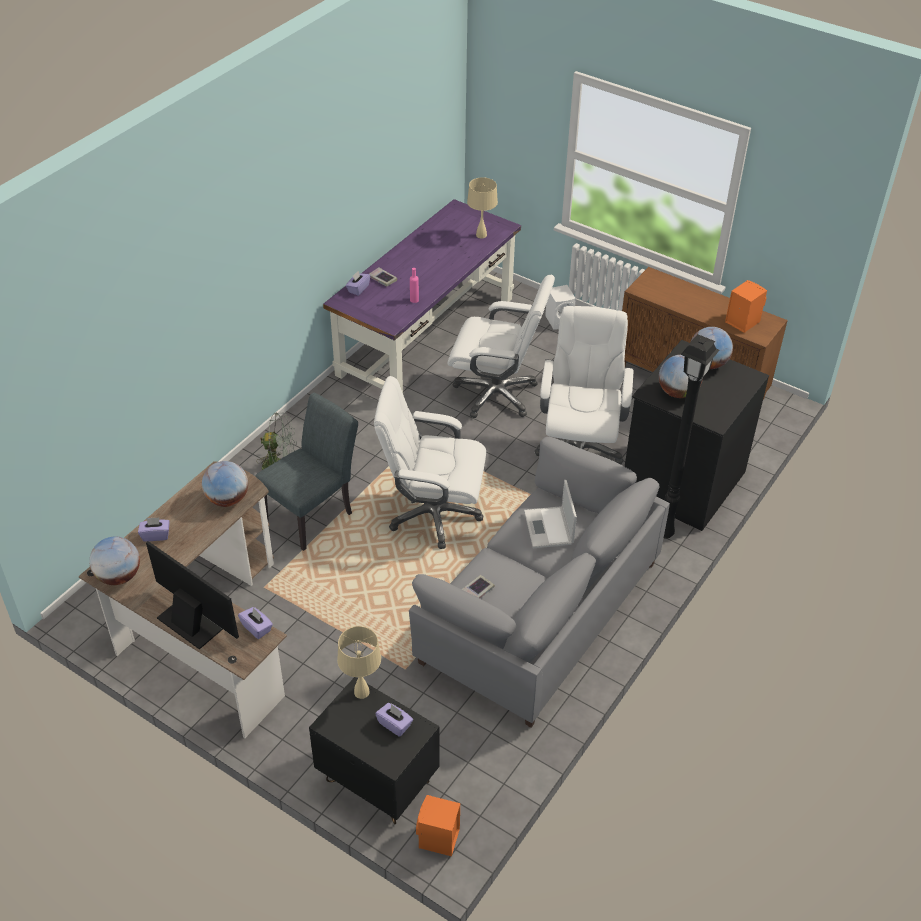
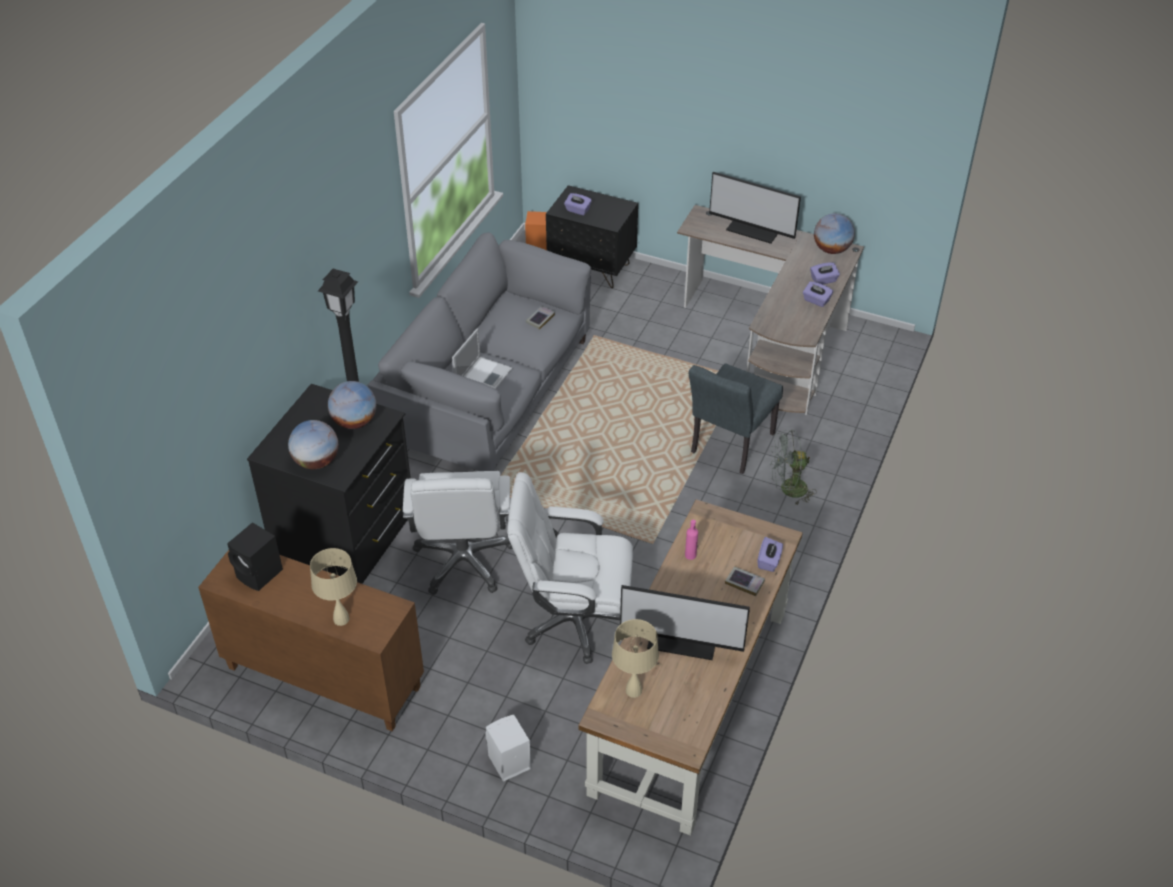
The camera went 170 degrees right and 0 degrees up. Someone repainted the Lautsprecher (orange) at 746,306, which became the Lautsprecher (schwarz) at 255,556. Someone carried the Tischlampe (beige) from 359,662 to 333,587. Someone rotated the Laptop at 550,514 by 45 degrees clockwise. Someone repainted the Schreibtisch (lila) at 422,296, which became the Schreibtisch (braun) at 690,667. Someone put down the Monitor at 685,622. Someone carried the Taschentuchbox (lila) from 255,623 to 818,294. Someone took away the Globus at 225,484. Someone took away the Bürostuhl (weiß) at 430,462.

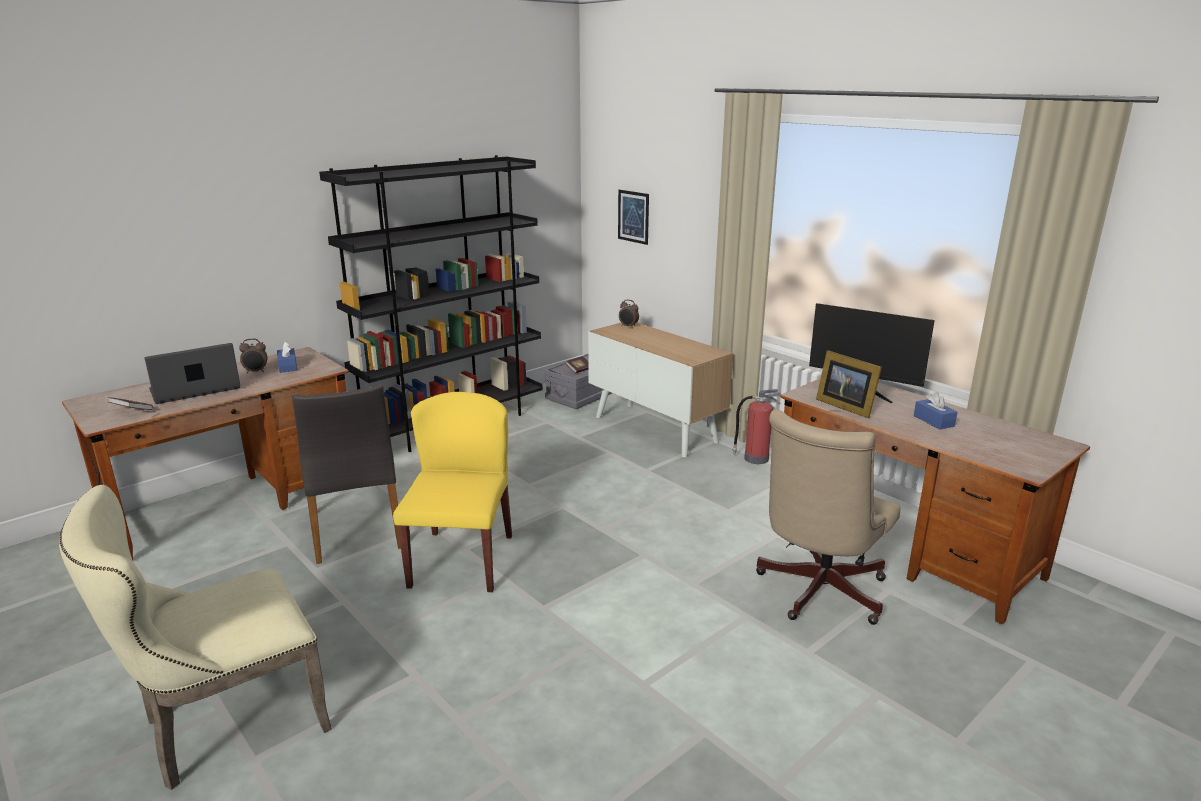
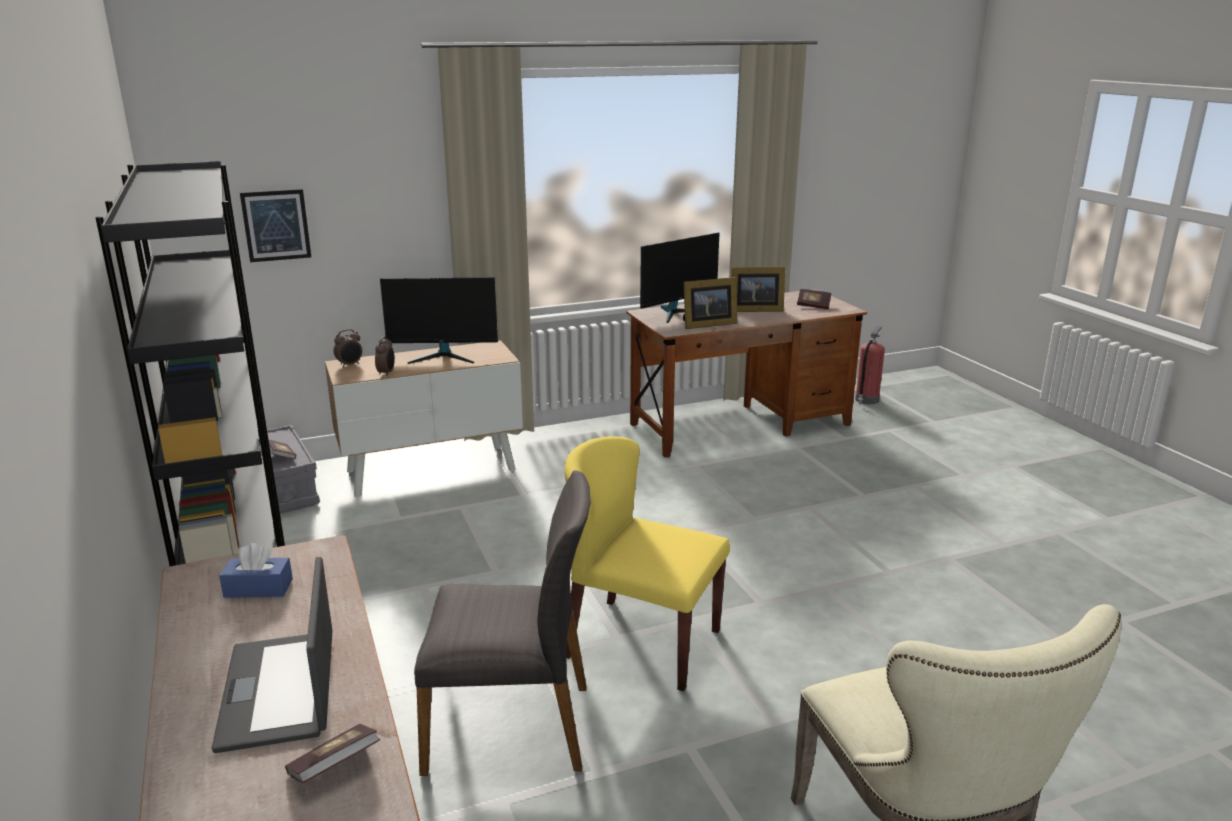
The camera went 70 degrees left and 0 degrees up. Someone carried the Wecker from 253,356 to 385,356. Someone put down the Monitor at 439,321. Someone swapped the Taschentuchbox (blau) at 936,411 for the Bilderrahmen at 758,289. Someone put down the Buch at 814,299. Someone carried the Feuerlöscher from 755,426 to 870,365. Someone took away the Bürostuhl (beige) at 828,517.

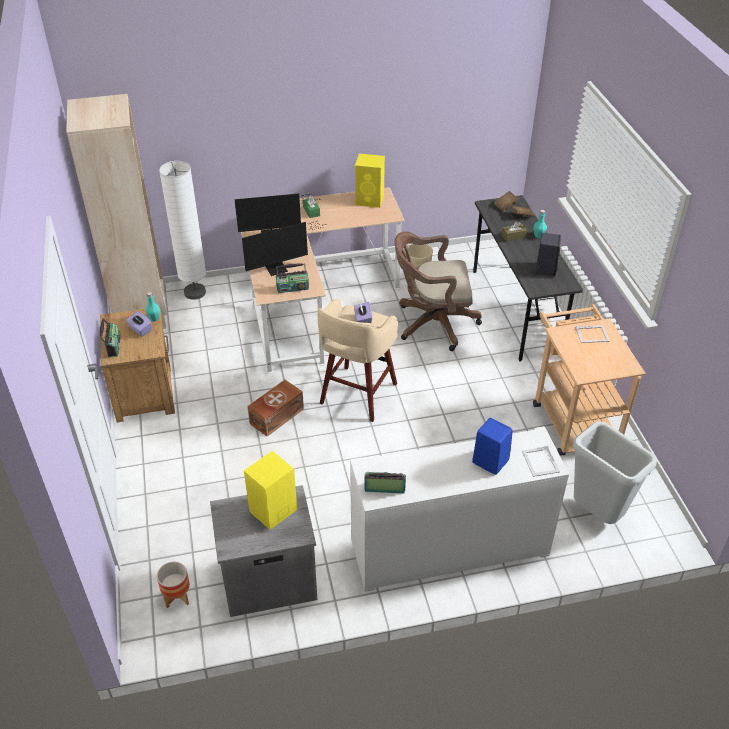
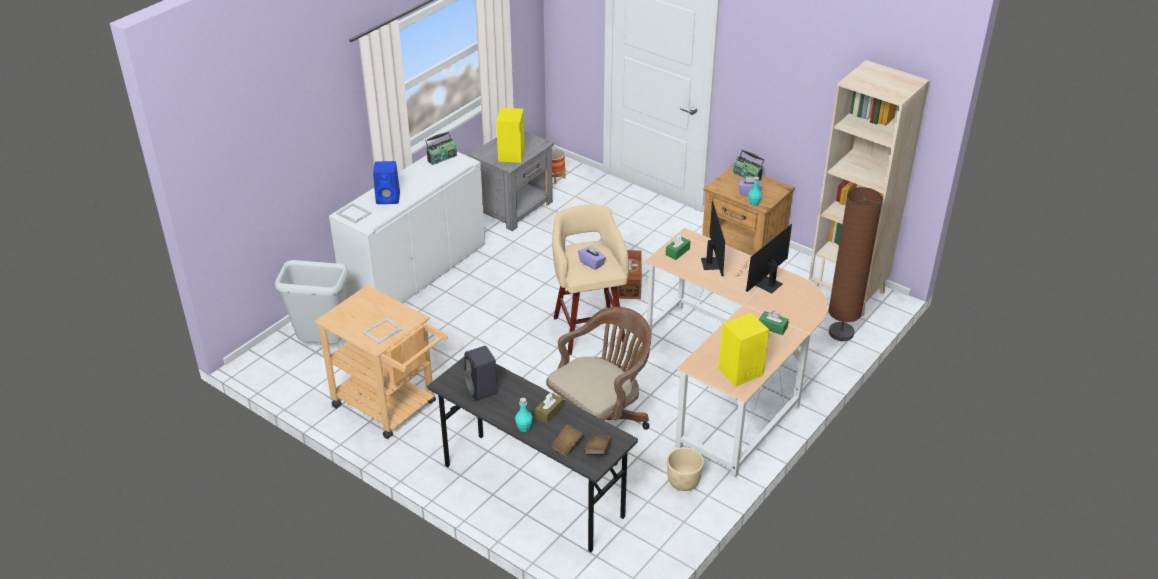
The camera went 140 degrees right and 5 degrees down. Someone swapped the Radio at 292,278 for the Taschentuchbox (grün) at 678,247. Someone rotated the Monitor at 282,248 by 150 degrees clockwise. Someone repainted the Stehlampe (weiß) at 182,230, which became the Stehlampe (braun) at 855,264.

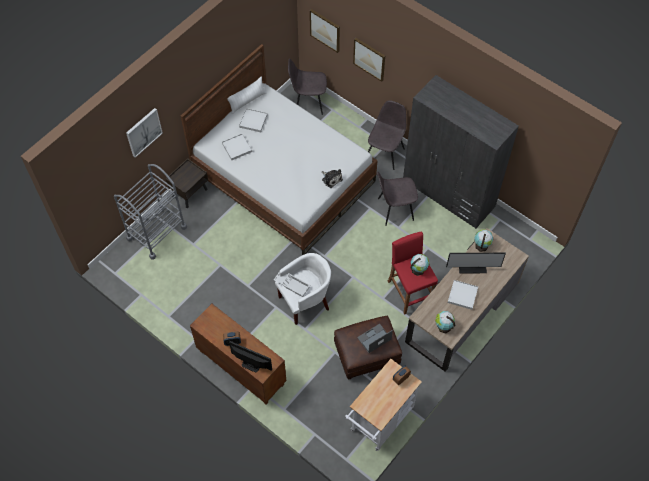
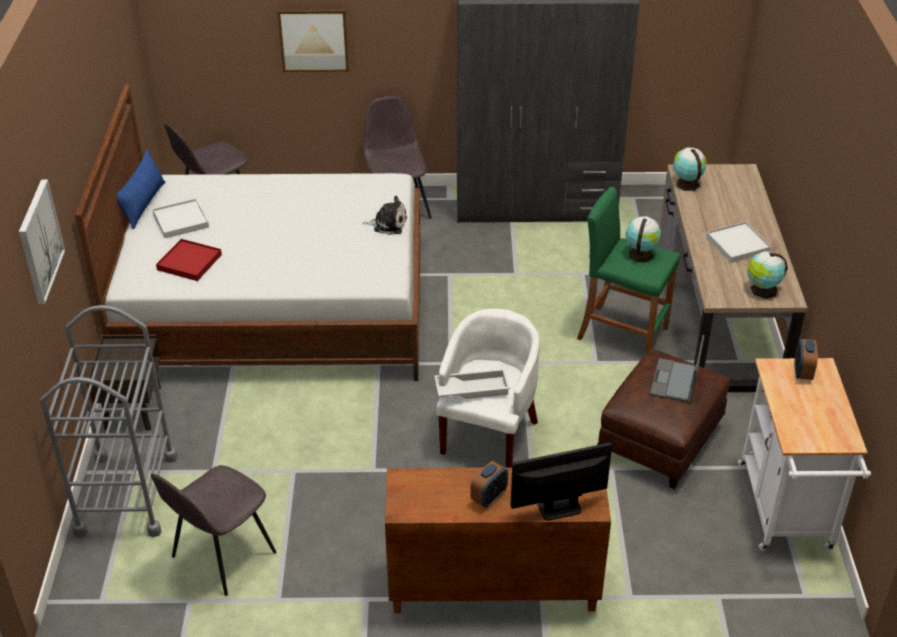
The camera went 40 degrees left and 20 degrees down. Someone repainted the Kissen (weiß) at 246,95, which became the Kissen (blau) at 141,189. Someone carried the Stuhl (grau) from 397,198 to 213,530. Someone repainted the Tablett (weiß) at 237,146, which became the Tablett (rot) at 189,260. Someone repainted the Hocker (rot) at 413,273, which became the Hocker (grün) at 628,271. Someone took away the Bild at 325,31. Someone took away the Monitor at 476,263.

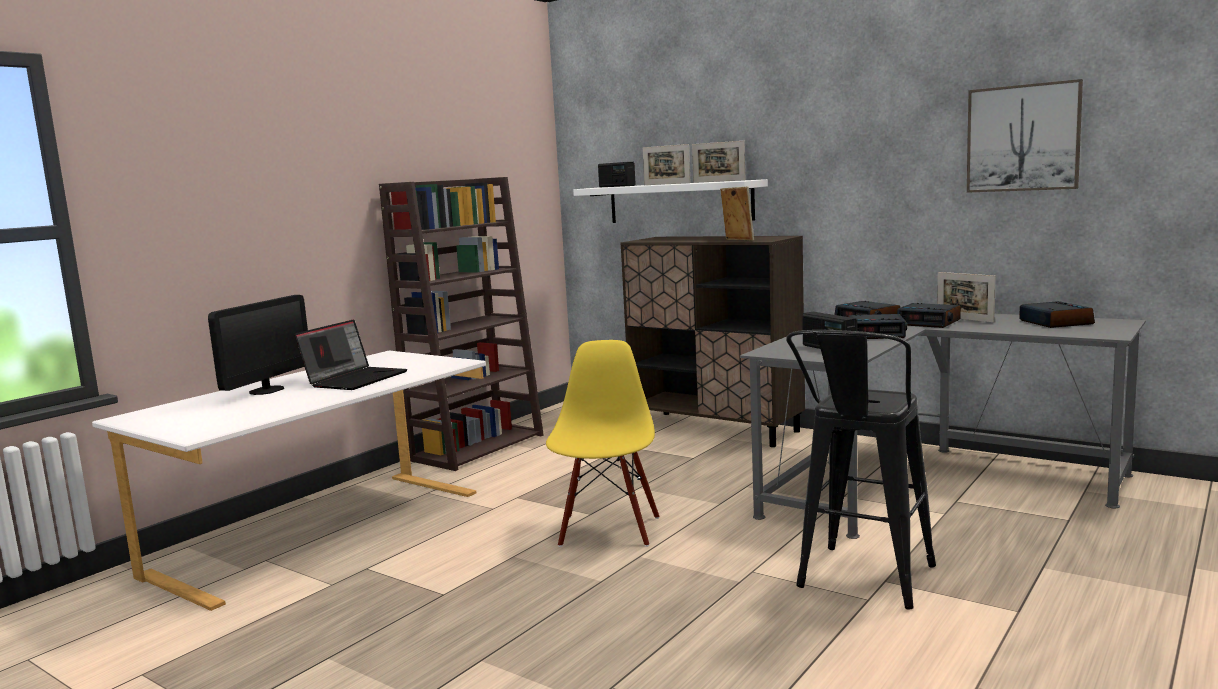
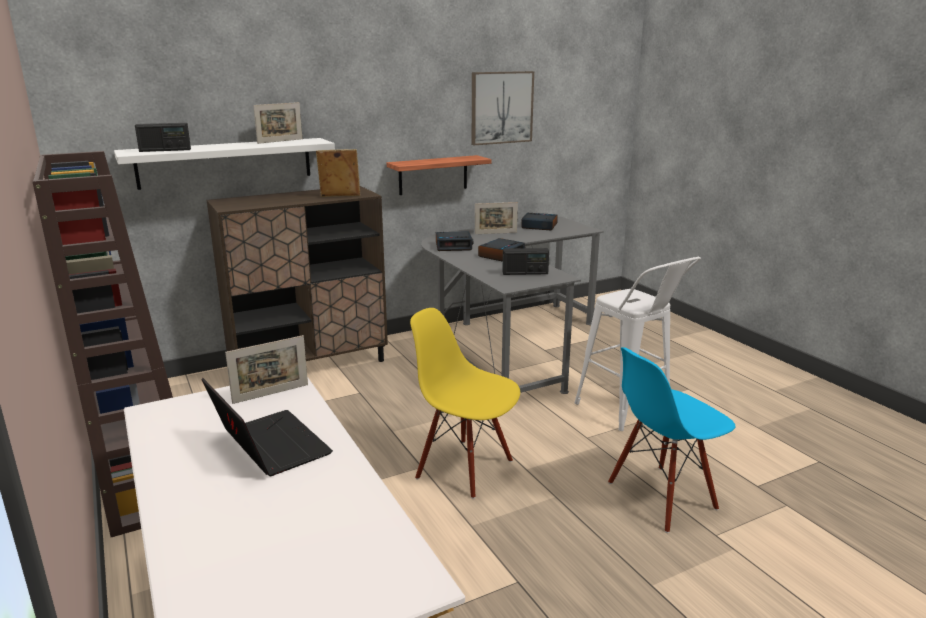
The camera went 65 degrees left and 10 degrees up. Someone carried the Bilderrahmen from 667,164 to 266,369. Someone put up the Wandregal at 439,175. Someone repainted the Hocker (schwarz) at 861,469, which became the Hocker (weiß) at 638,344. Someone put down the Stuhl (blau) at 671,440. Someone took away the Monitor at 258,345. Someone took away the Wecker at 929,315.

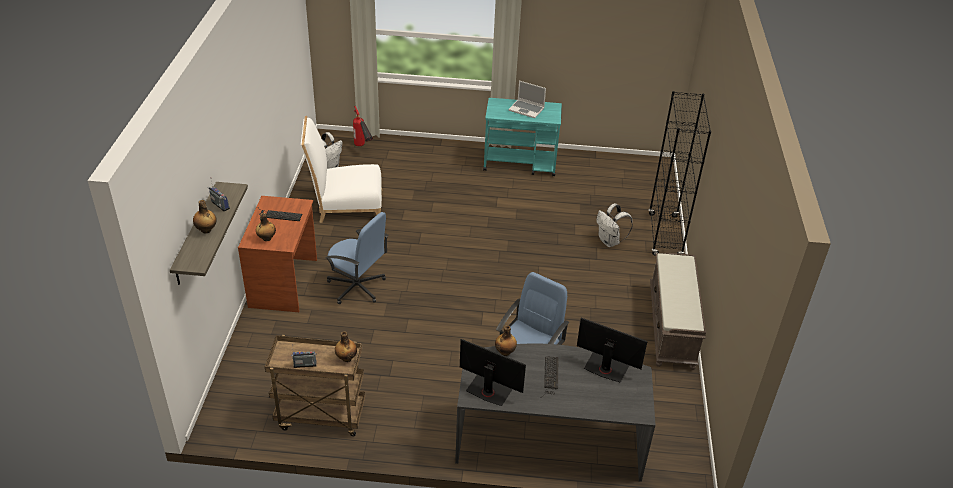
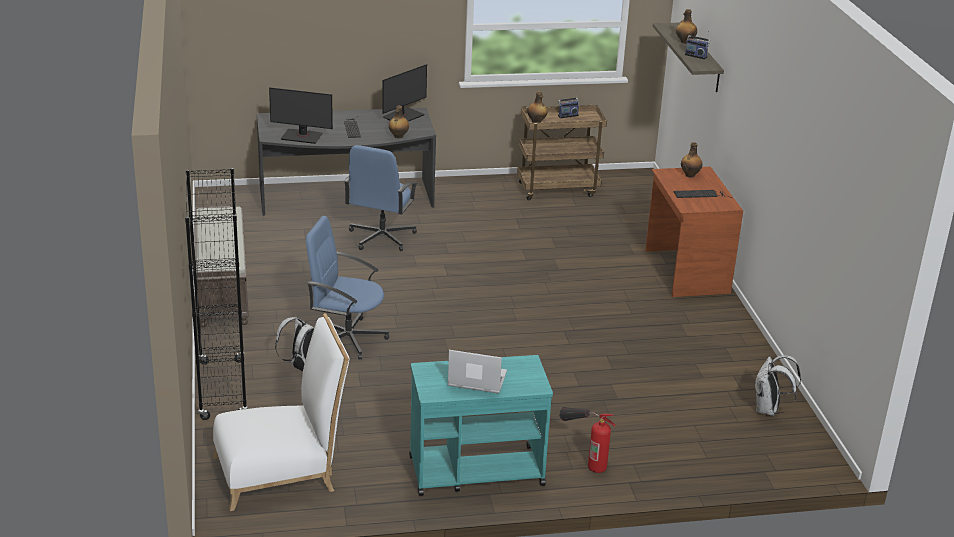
The camera went 165 degrees right and 10 degrees down. Someone carried the Stuhl (weiß) from 341,169 to 281,412. Someone carried the Bürostuhl (blau) from 357,258 to 347,287. Someone rotated the Monitor at 493,372 by 60 degrees counterclockwise. Someone carried the Feuerlöscher from 363,126 to 587,440.

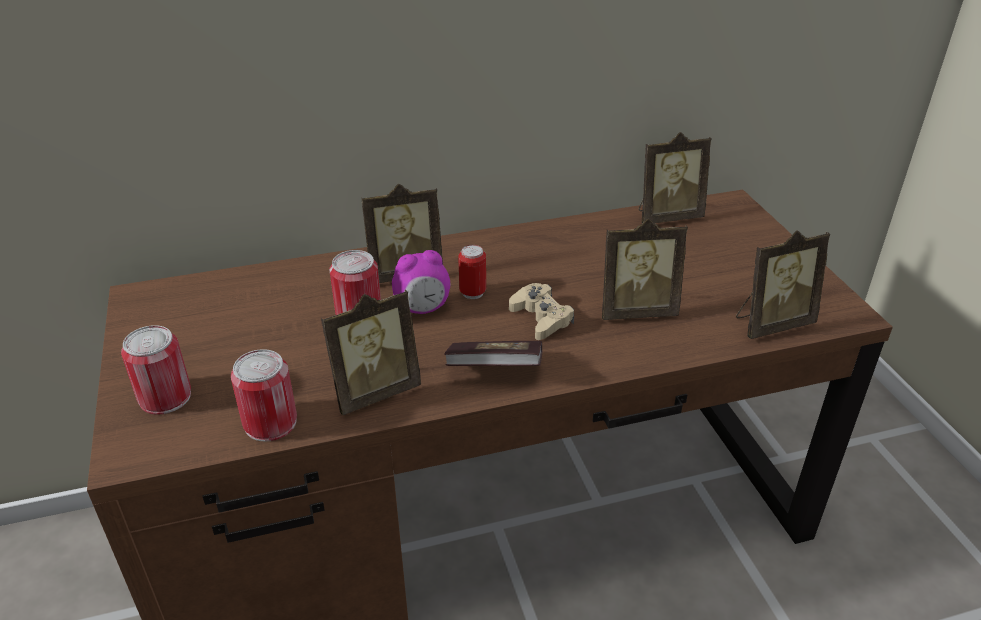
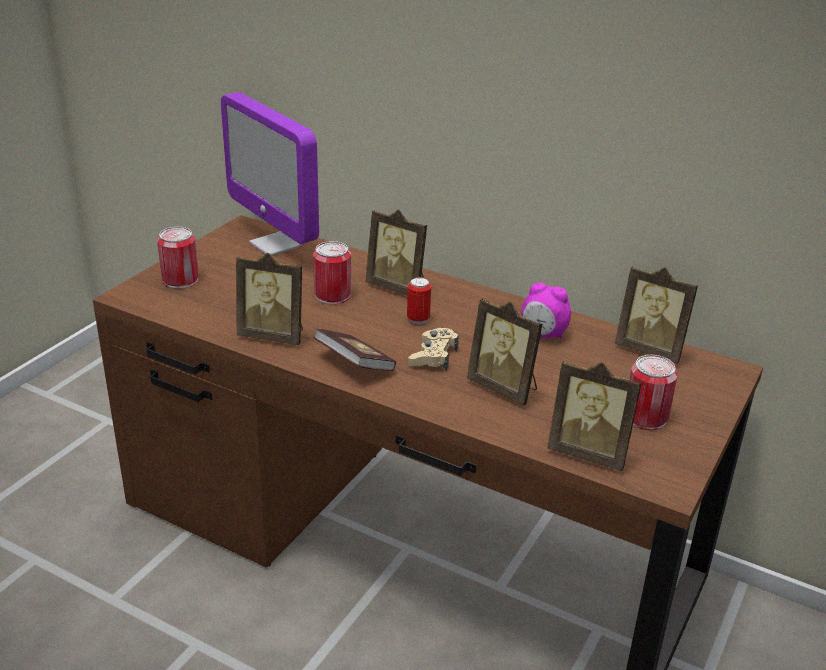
The camera went 45 degrees right and 5 degrees down. Someone put down the Monitor at 270,174. Someone carried the Wecker from 421,282 to 546,310. Someone carried the Dose from 264,395 to 654,392.

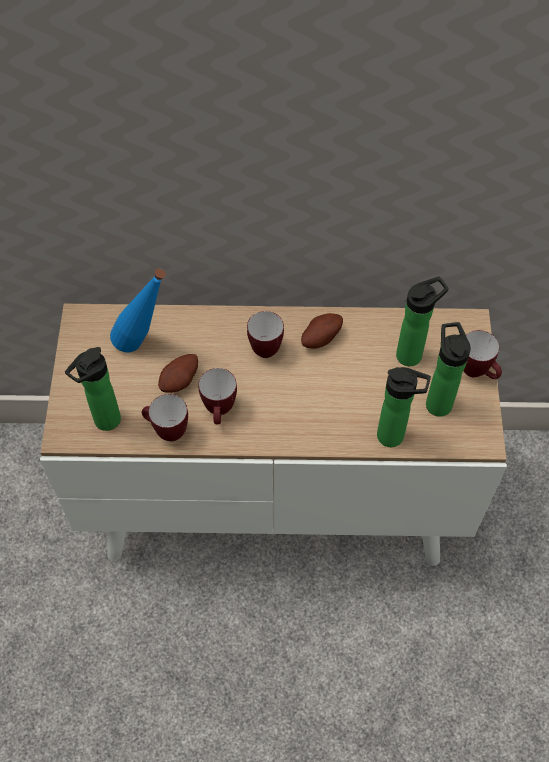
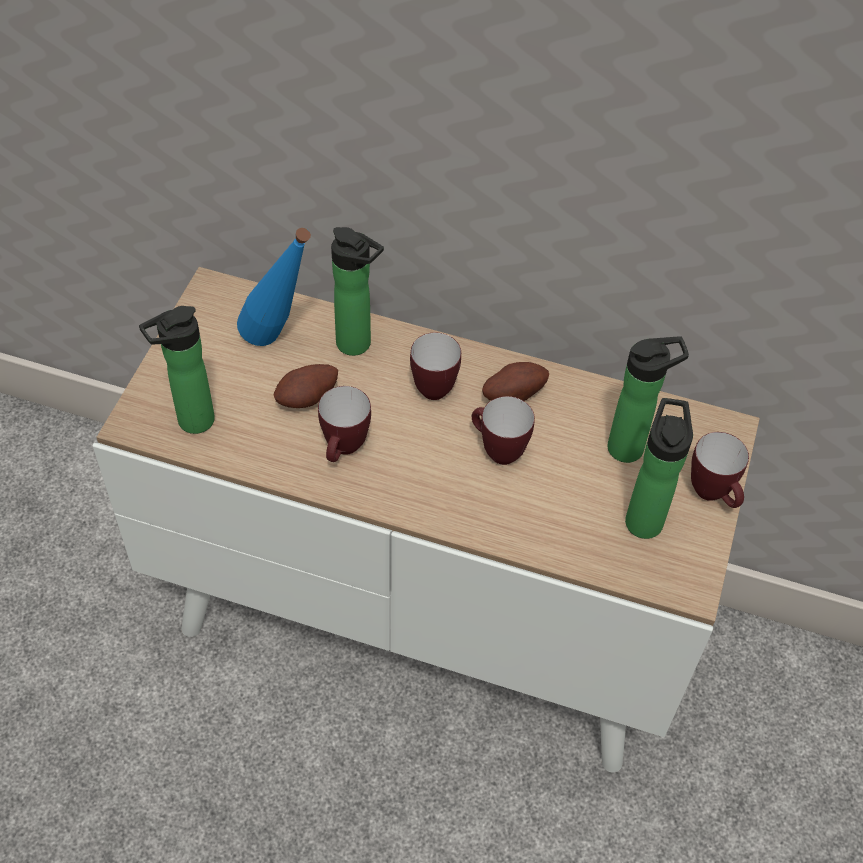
The camera went 15 degrees right and 5 degrees down. Someone carried the Flasche from 404,407 to 357,291. Someone carried the Henkelbecher from 165,417 to 503,430.

